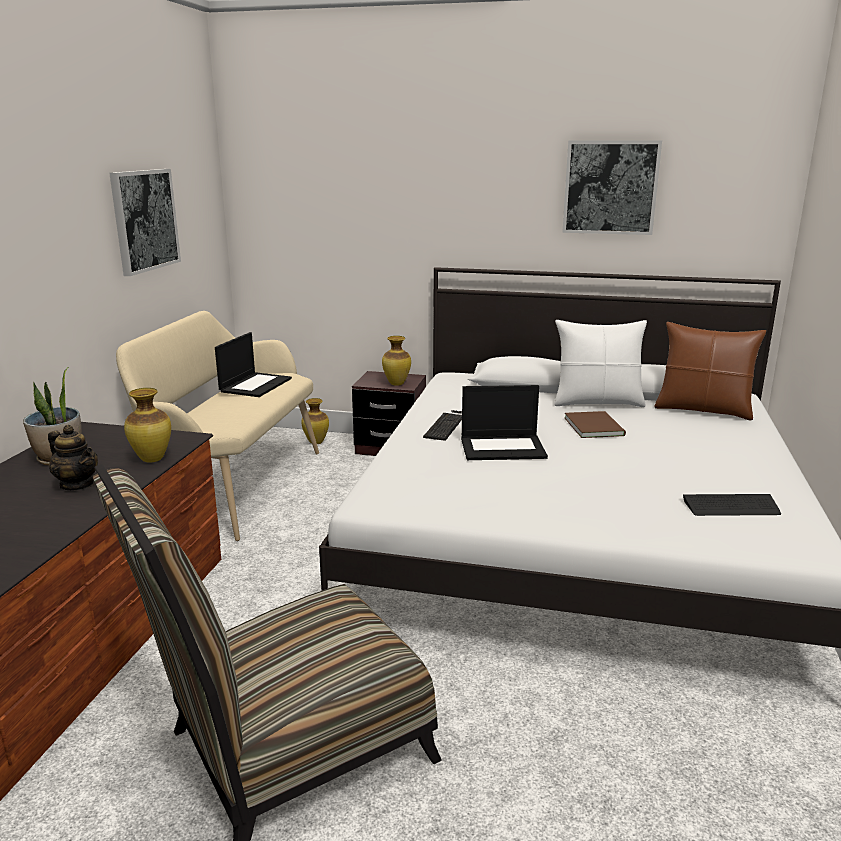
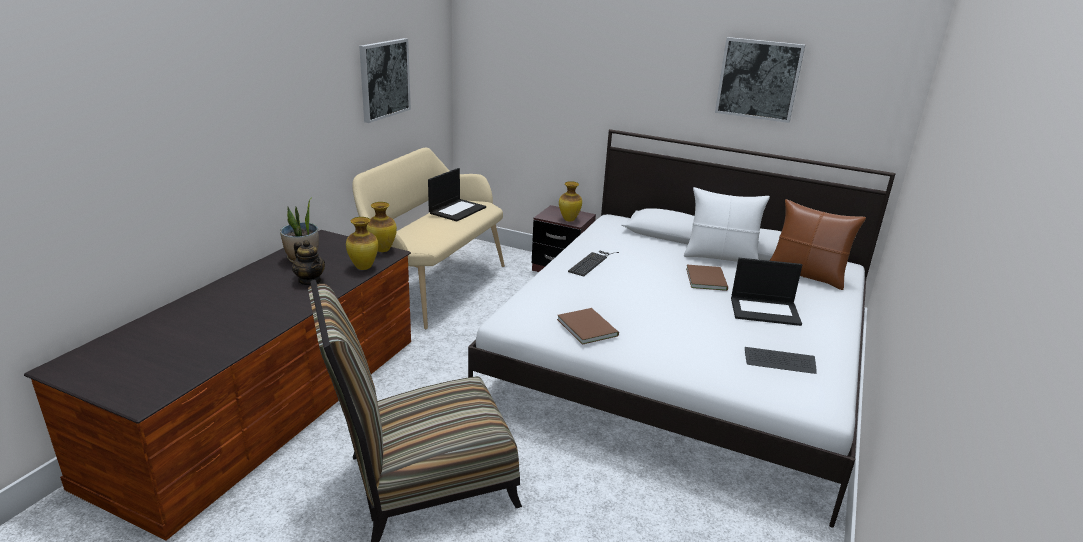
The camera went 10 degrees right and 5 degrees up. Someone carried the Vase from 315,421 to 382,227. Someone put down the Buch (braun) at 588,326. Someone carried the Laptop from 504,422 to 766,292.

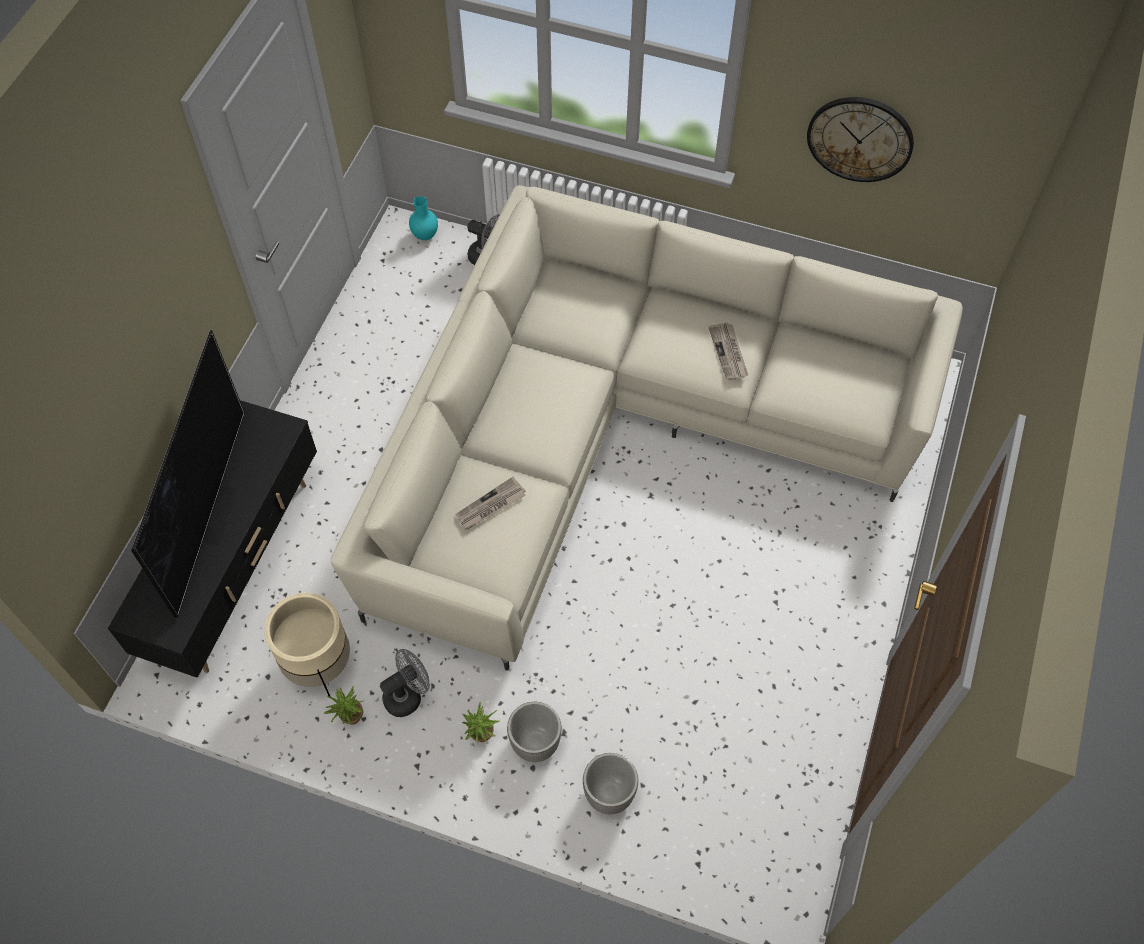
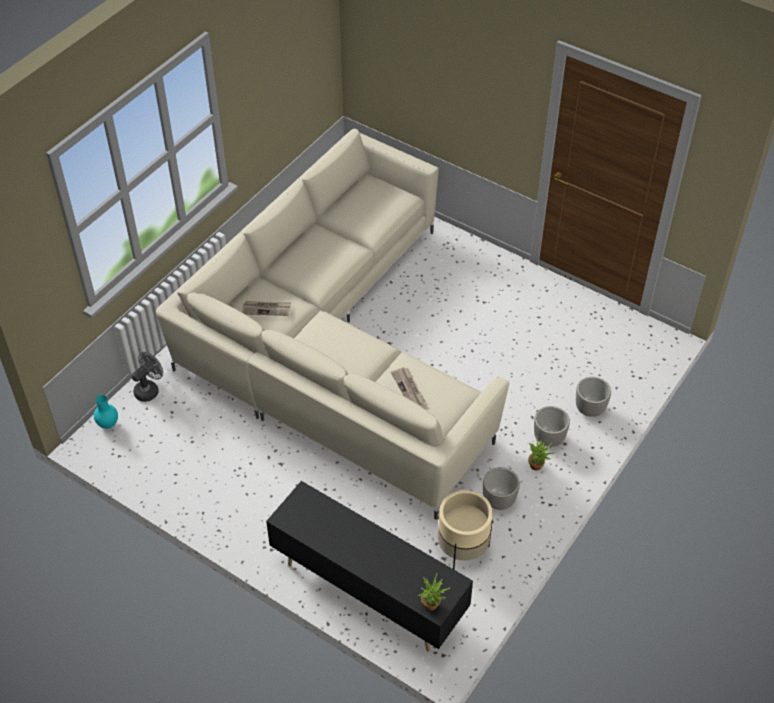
The camera went 75 degrees left and 10 degrees down. Someone carried the Zeitung from 728,351 to 266,308. Someone carried the Topfpflanze from 343,705 to 434,592. Someone swapped the Ventilator (grau) at 405,683 for the Pflanzkübel at 501,488. Someone took away the Fernseher at 188,474. Someone took away the Wanduhr at 860,139.

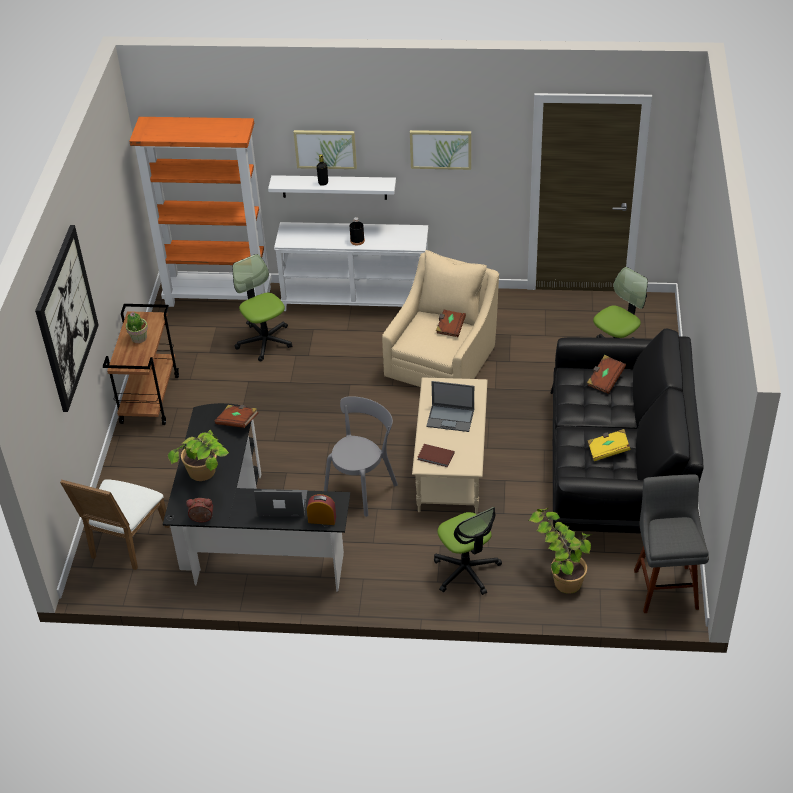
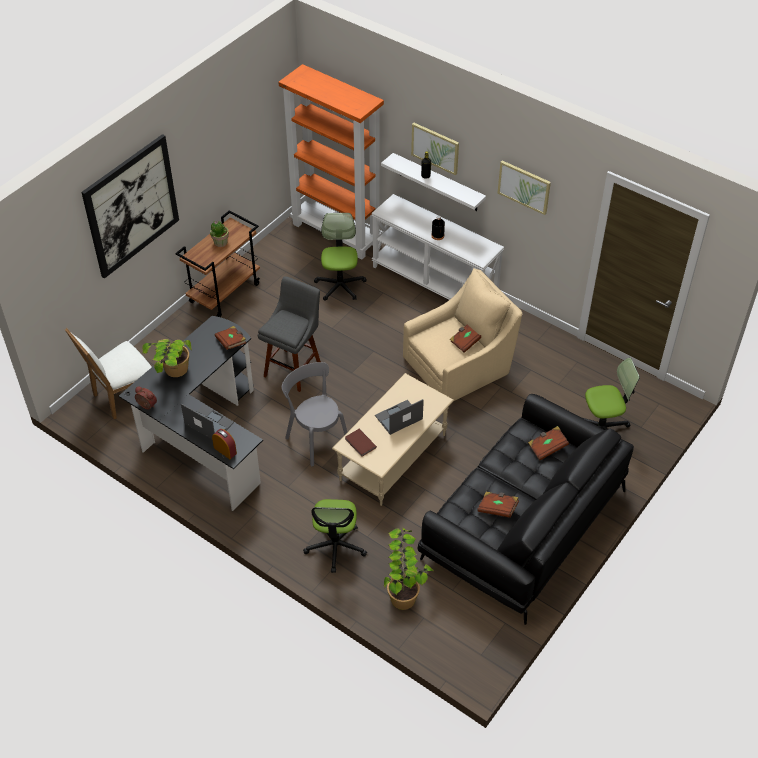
The camera went 30 degrees right and 5 degrees up. Someone carried the Hocker (grau) from 671,543 to 289,334. Someone rotated the Stuhl (grau) at 361,456 by 105 degrees counterclockwise. Someone rotated the Laptop at 450,406 by 105 degrees clockwise. Someone repainted the Buch (gelb) at 609,445, which became the Buch (braun) at 498,505.

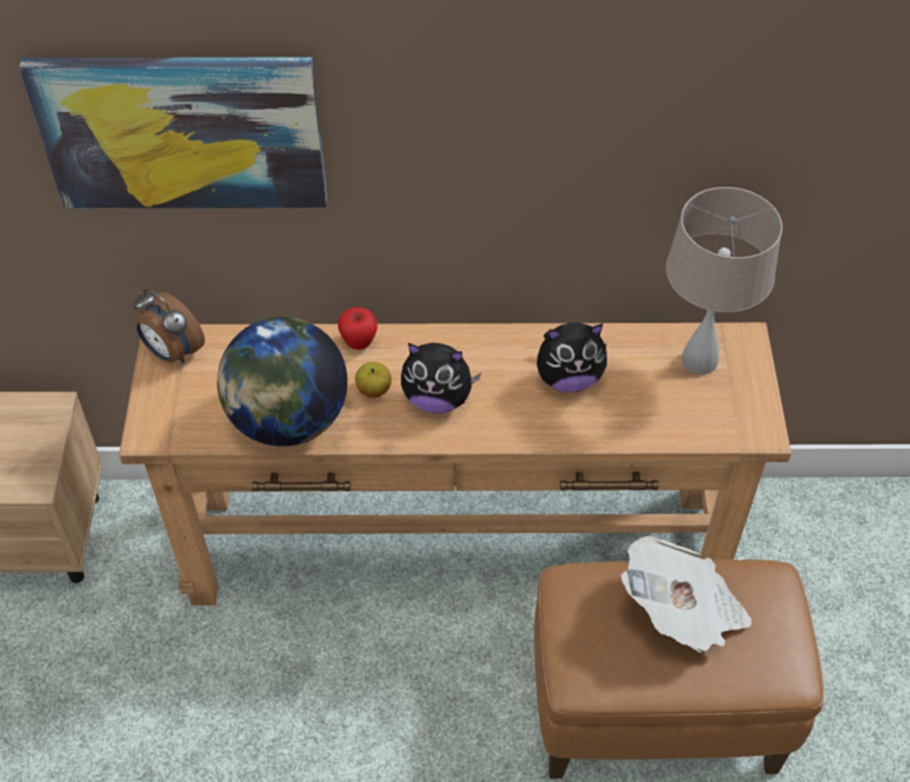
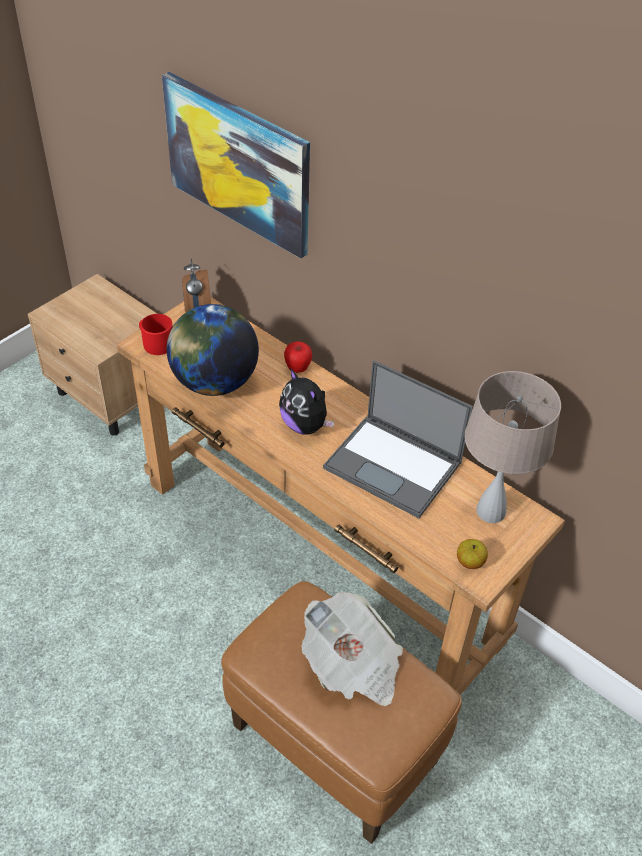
The camera went 40 degrees right and 5 degrees down. Someone put down the Henkelbecher (rot) at 156,334. Someone swapped the Plüschtier at 572,357 for the Laptop at 398,439. Someone carried the Apfel from 373,380 to 472,554.

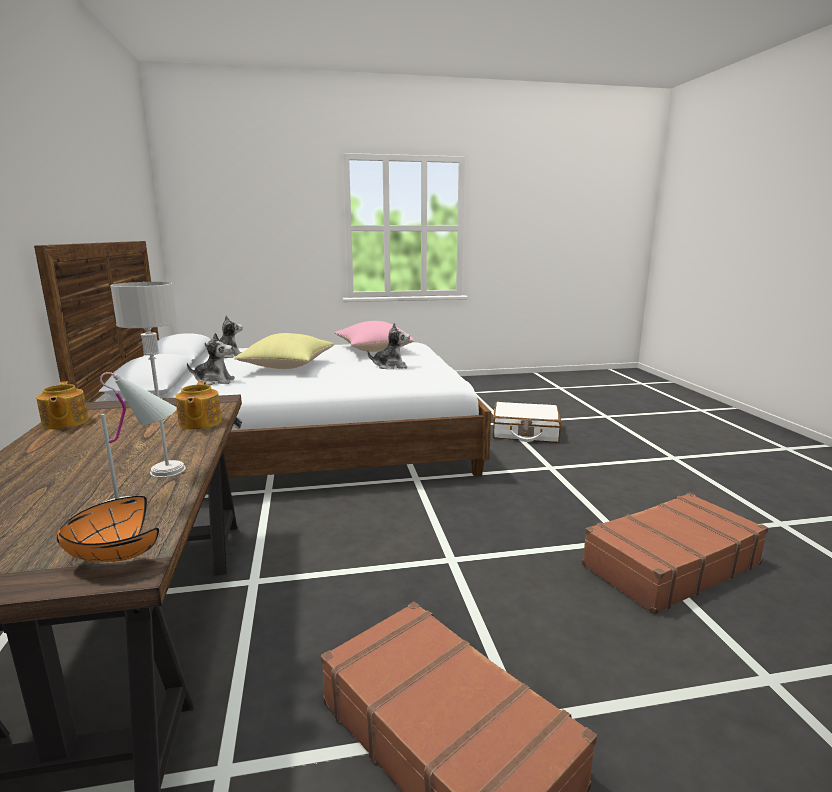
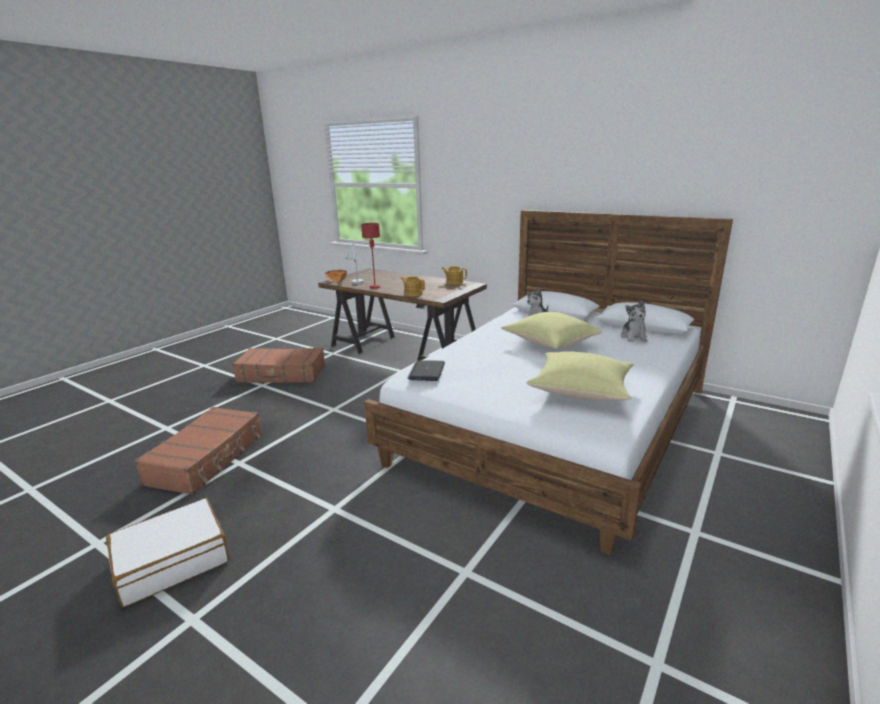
The camera went 135 degrees right and 5 degrees up. Someone carried the Koffer (weiß) from 527,422 to 167,552. Someone repainted the Tischlampe (grau) at 148,380, which became the Tischlampe (rot) at 370,256. Someone put down the Laptop at 426,370. Someone repainted the Kissen (rosa) at 374,336, which became the Kissen (gelb) at 580,375. Someone took away the Plüschtier at 388,346.

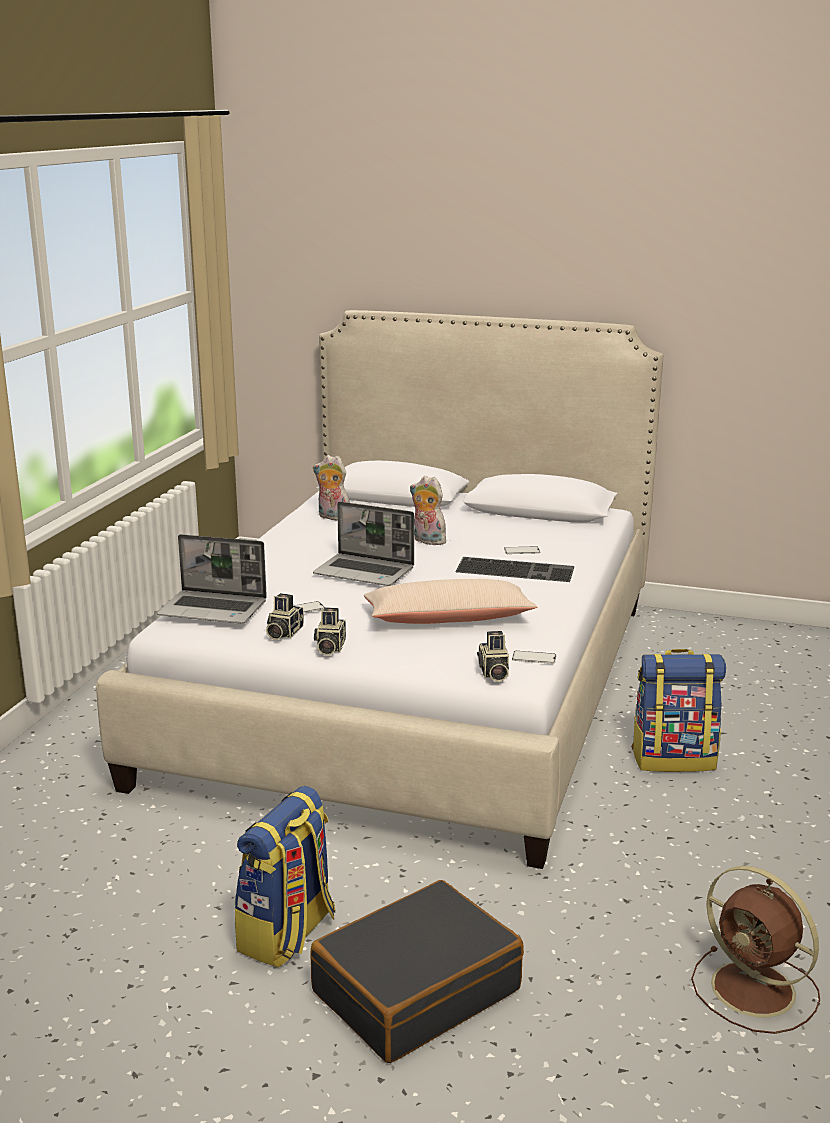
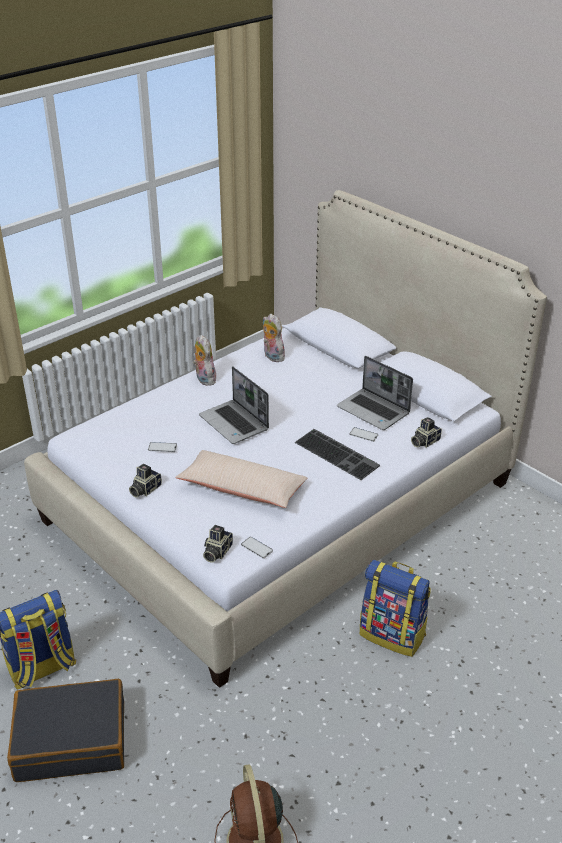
The camera went 30 degrees right and 15 degrees up. Someone carried the Plüschtier from 428,510 to 204,360. Someone carried the Laptop from 212,578 to 375,393. Someone carried the Kamera from 285,616 to 426,432.

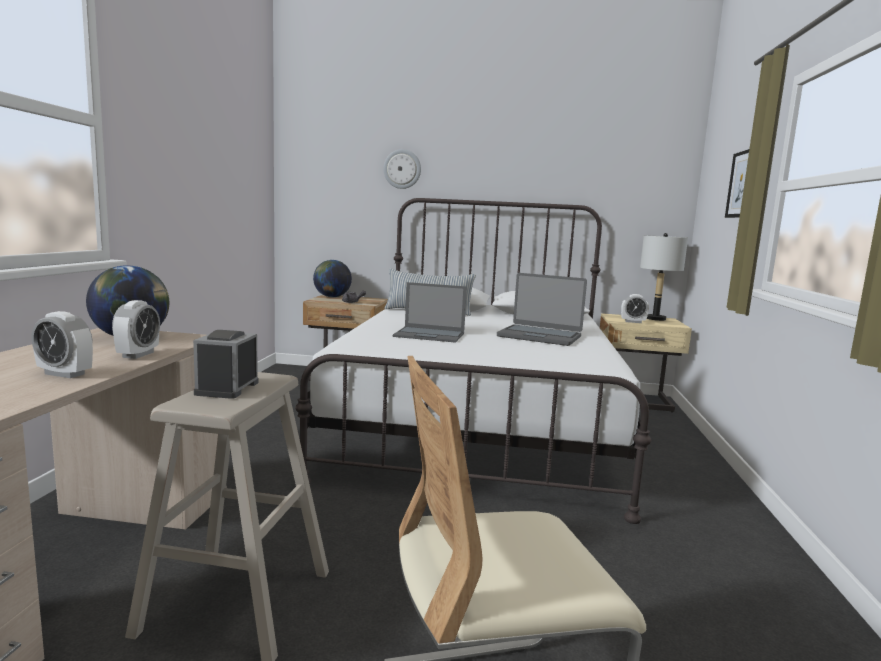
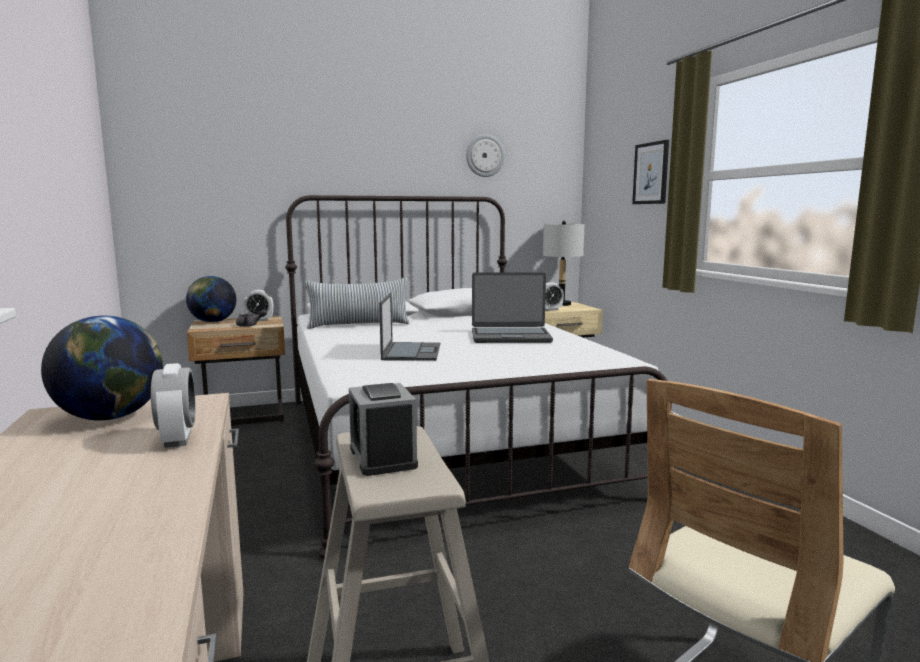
The camera went 25 degrees left and 0 degrees up. Someone carried the Wecker from 62,344 to 258,305. Someone rotated the Laptop at 430,312 by 75 degrees counterclockwise. Someone carried the Wanduhr from 402,169 to 485,155.

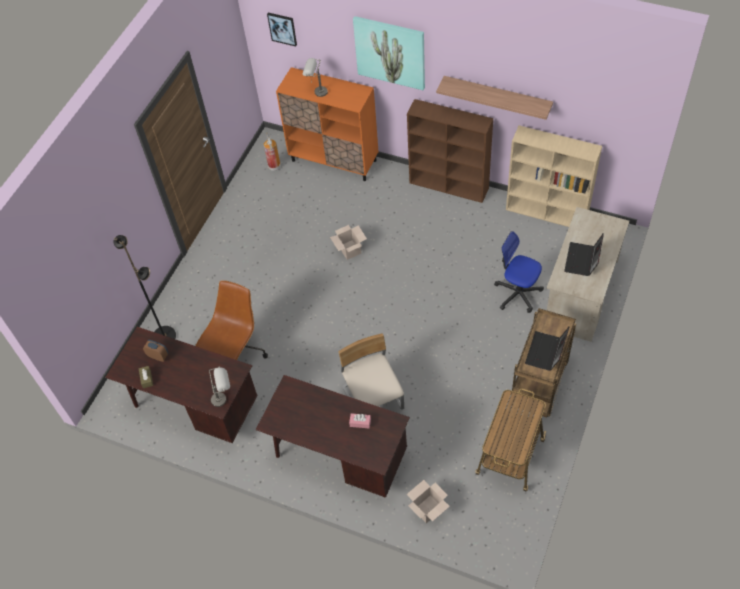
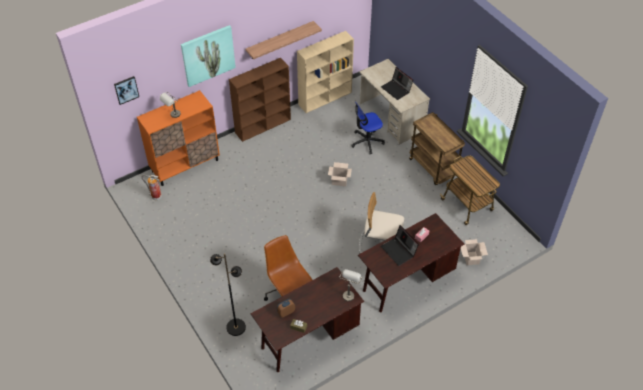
The camera went 60 degrees left and 5 degrees down. Someone carried the Karton from 348,242 to 340,174. Someone carried the Laptop from 547,349 to 400,245.

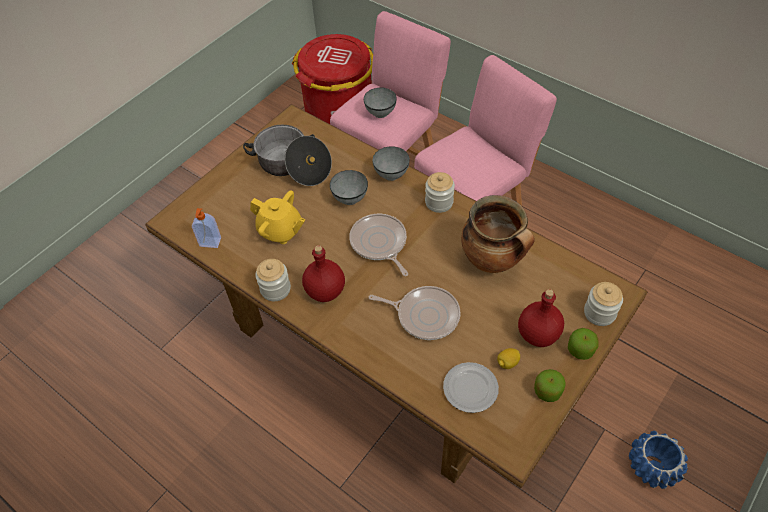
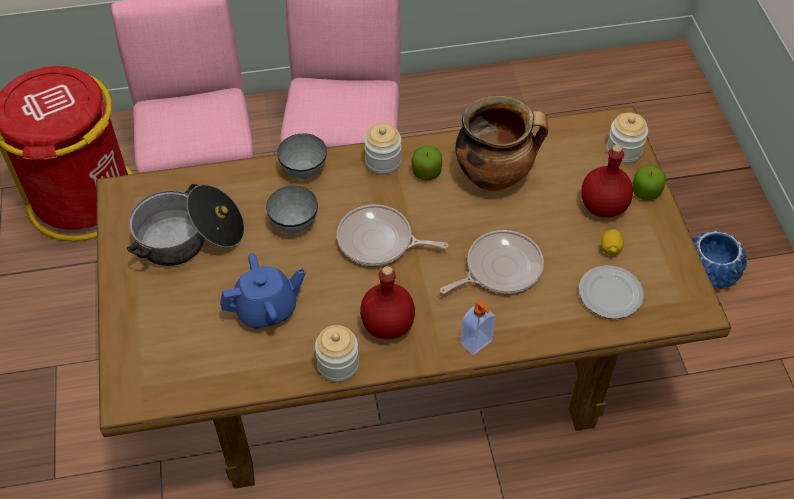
The camera went 50 degrees left and 0 degrees up. Someone repainted the Teekanne (gelb) at 277,217, which became the Teekanne (blau) at 263,291. Someone carried the Apfel from 550,385 to 427,162. Someone carried the Seifenspender from 206,228 to 478,327. Someone took away the Schüssel (grau) at 380,103.

